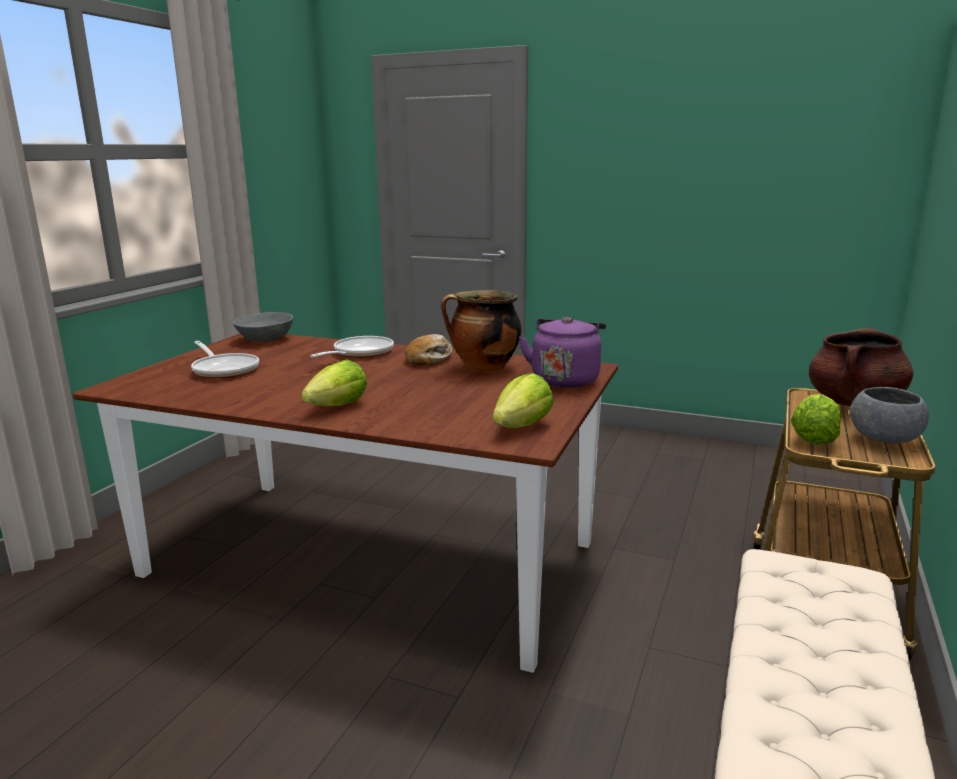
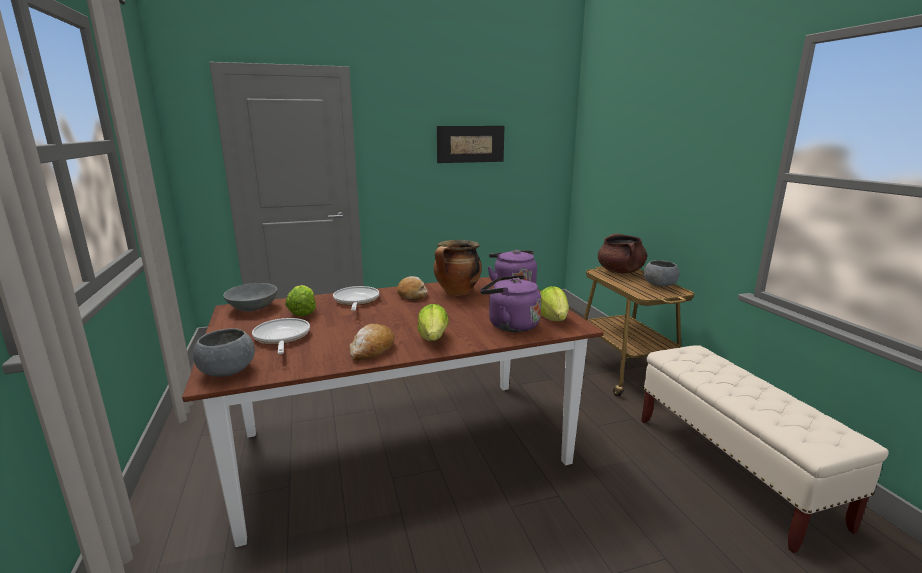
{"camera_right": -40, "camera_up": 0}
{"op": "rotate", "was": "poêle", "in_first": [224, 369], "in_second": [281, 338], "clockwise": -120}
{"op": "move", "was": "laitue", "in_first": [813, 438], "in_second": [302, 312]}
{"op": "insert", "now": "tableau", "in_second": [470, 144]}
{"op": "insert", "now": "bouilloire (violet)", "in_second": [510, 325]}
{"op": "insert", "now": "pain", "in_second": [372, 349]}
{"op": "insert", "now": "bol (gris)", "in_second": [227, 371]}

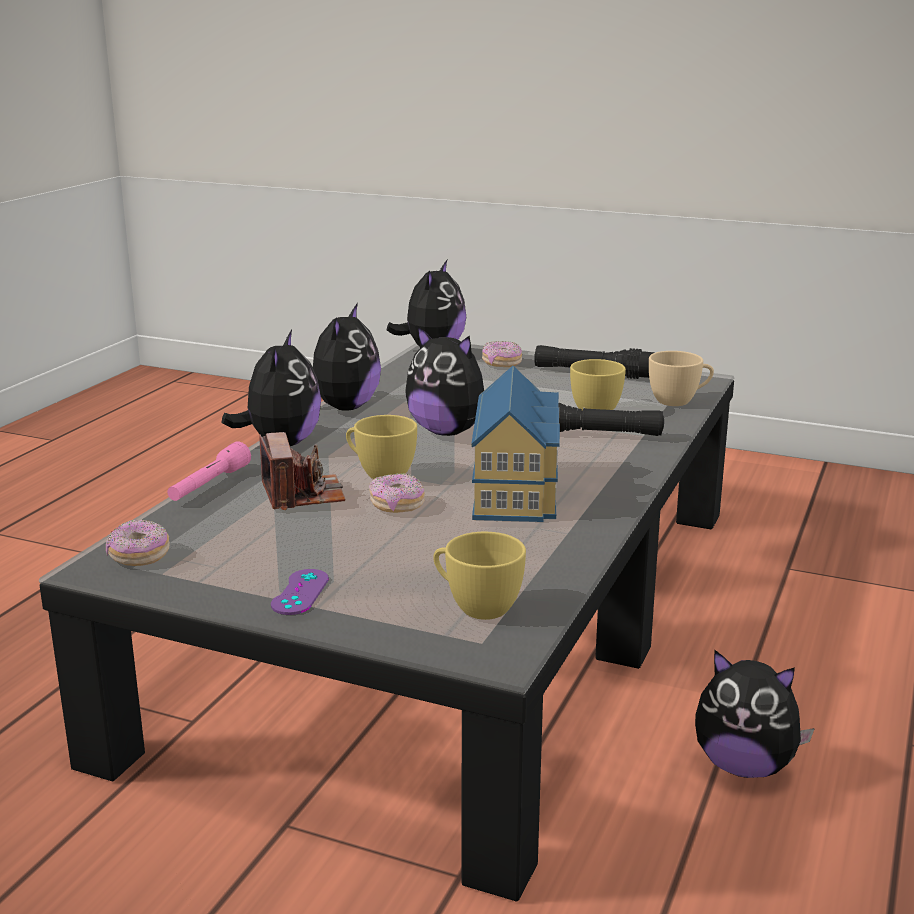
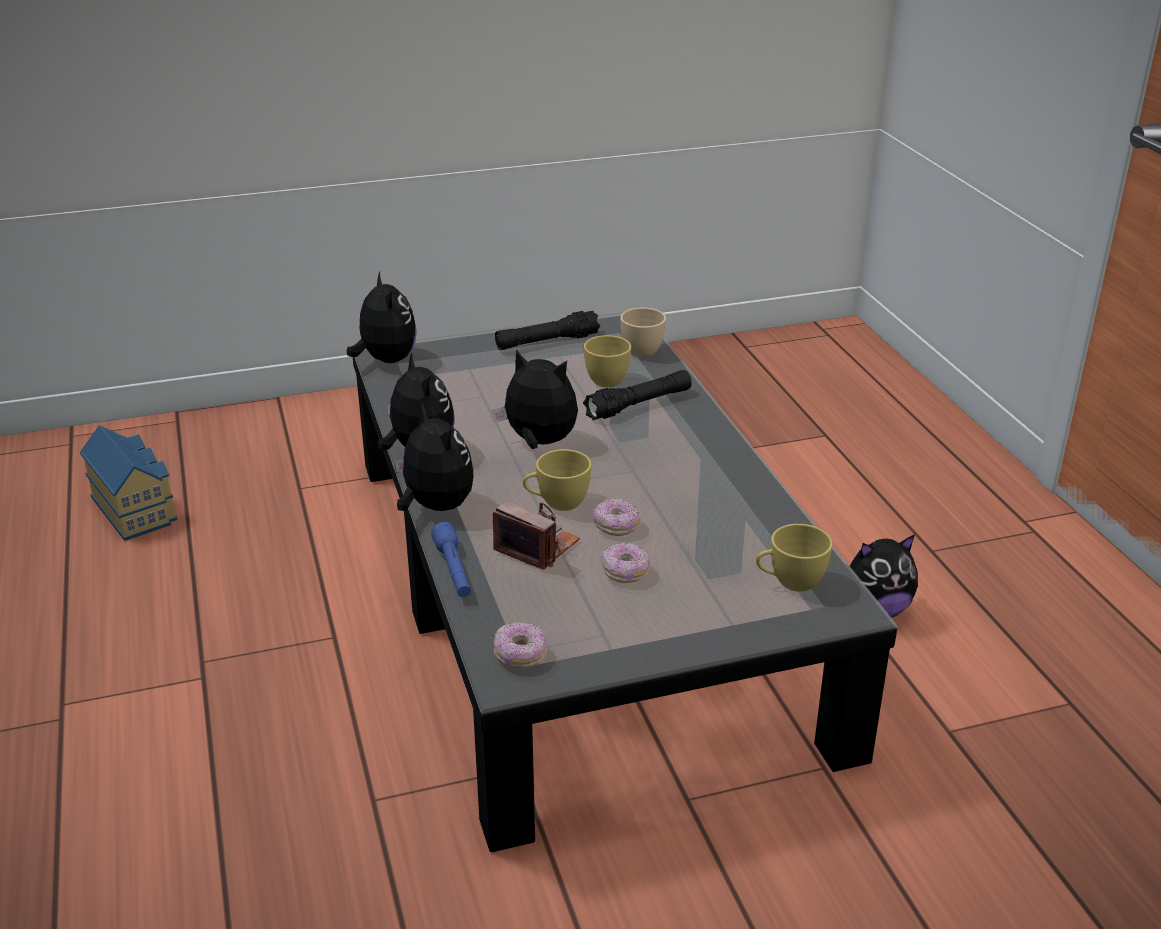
{"camera_right": -40, "camera_up": 10}
{"op": "rotate", "was": "peluche", "in_first": [448, 431], "in_second": [539, 442], "clockwise": -150}
{"op": "move", "was": "beignet", "in_first": [501, 363], "in_second": [625, 572]}
{"op": "move", "was": "maison miniature", "in_first": [518, 491], "in_second": [136, 508]}
{"op": "recolor", "was": "lampe de poche (rose)", "now": "lampe de poche (bleu)", "in_first": [209, 485], "in_second": [453, 571]}
{"op": "delete", "was": "manette (violet)", "in_first": [300, 592]}

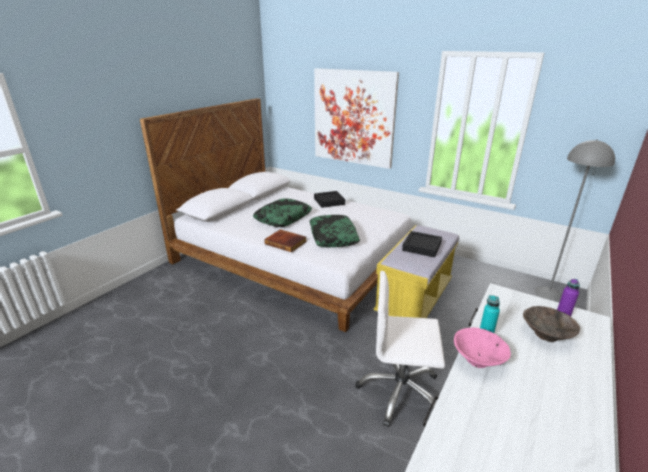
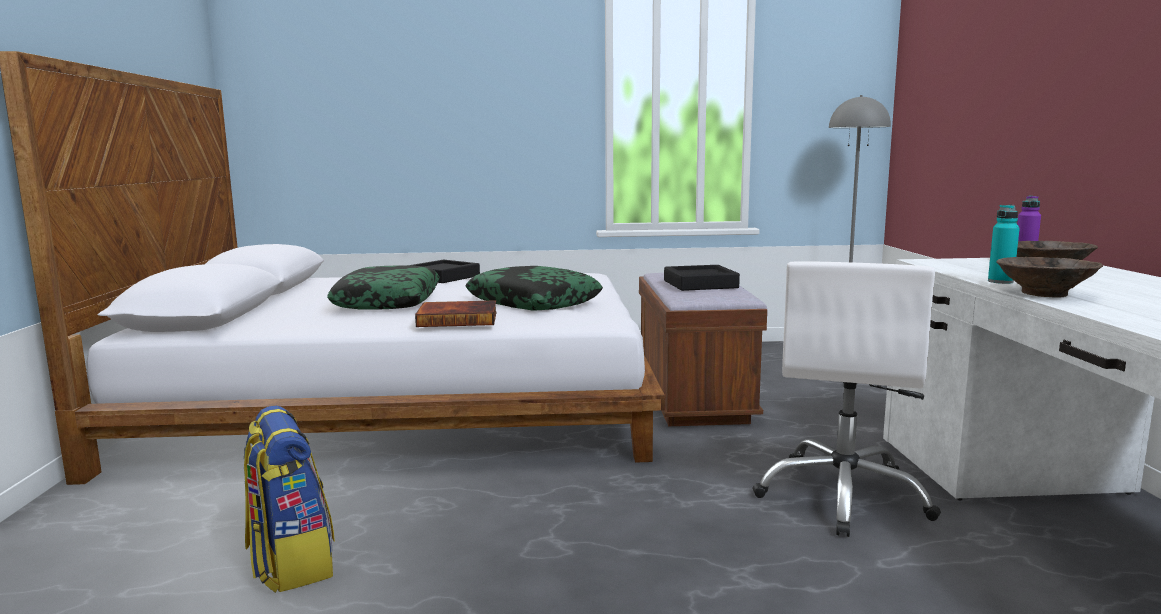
{"camera_right": -35, "camera_up": -15}
{"op": "delete", "was": "tableau", "in_first": [353, 117]}
{"op": "recolor", "was": "banc (jaune)", "now": "banc (marron)", "in_first": [414, 298], "in_second": [692, 396]}
{"op": "rotate", "was": "chaise de bureau (blanc)", "in_first": [400, 392], "in_second": [843, 495], "clockwise": -45}
{"op": "recolor", "was": "bol (rose)", "now": "bol (marron)", "in_first": [478, 360], "in_second": [1046, 294]}
{"op": "insert", "now": "sac à dos", "in_second": [290, 563]}

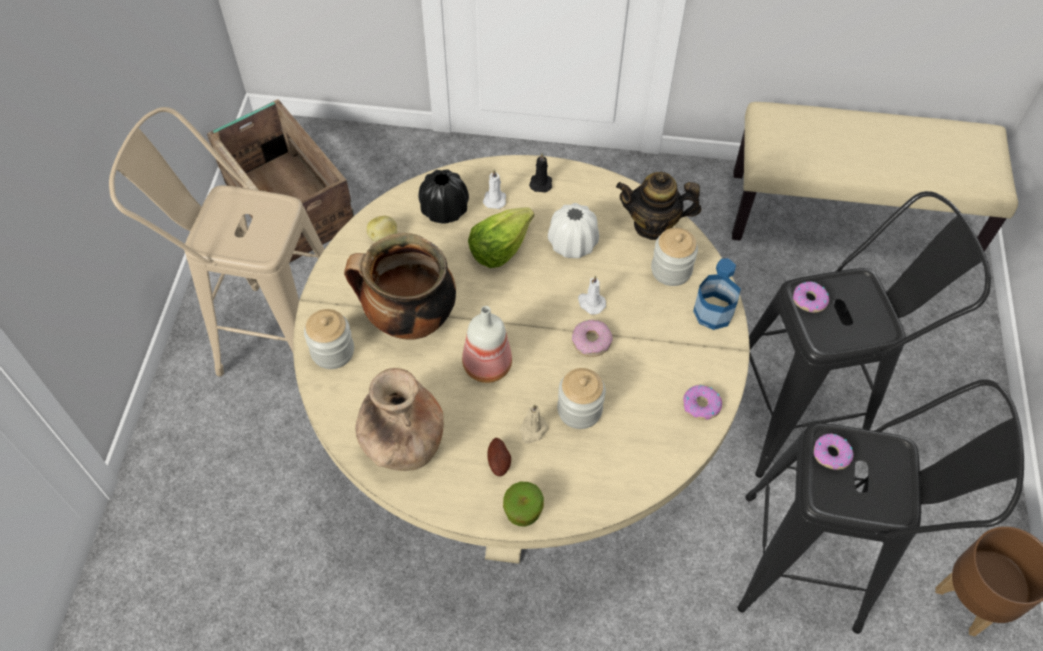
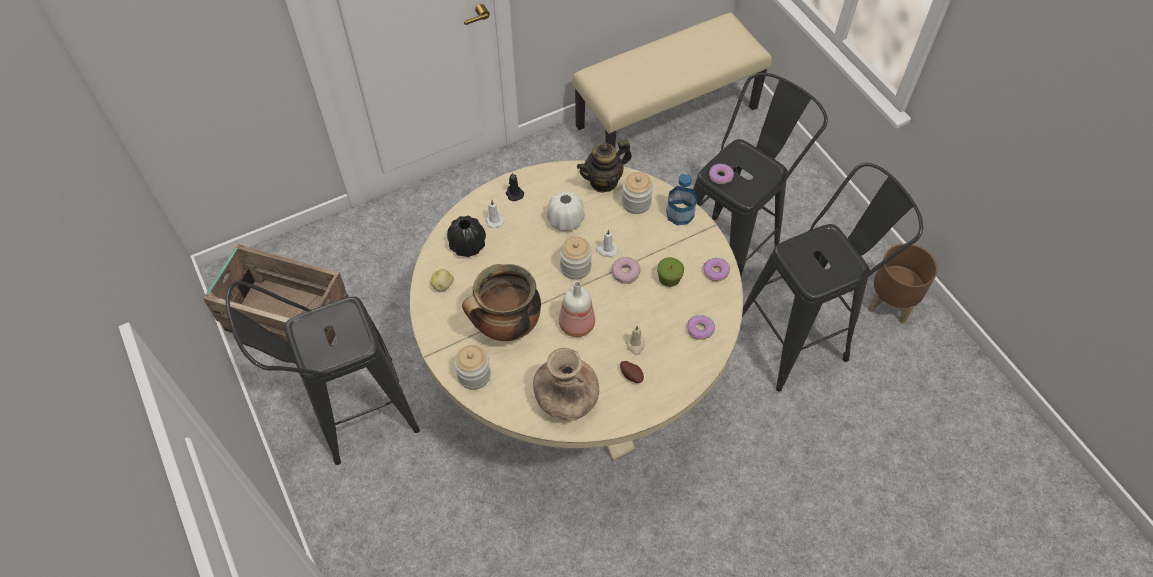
{"camera_right": -35, "camera_up": 0}
{"op": "recolor", "was": "tabouret (beige)", "now": "tabouret (noir)", "in_first": [269, 334], "in_second": [351, 414]}
{"op": "delete", "was": "laitue", "in_first": [499, 247]}
{"op": "move", "was": "bocal", "in_first": [579, 410], "in_second": [575, 267]}
{"op": "move", "was": "beignet", "in_first": [831, 454], "in_second": [700, 329]}
{"op": "move", "was": "pomme", "in_first": [523, 512], "in_second": [669, 279]}

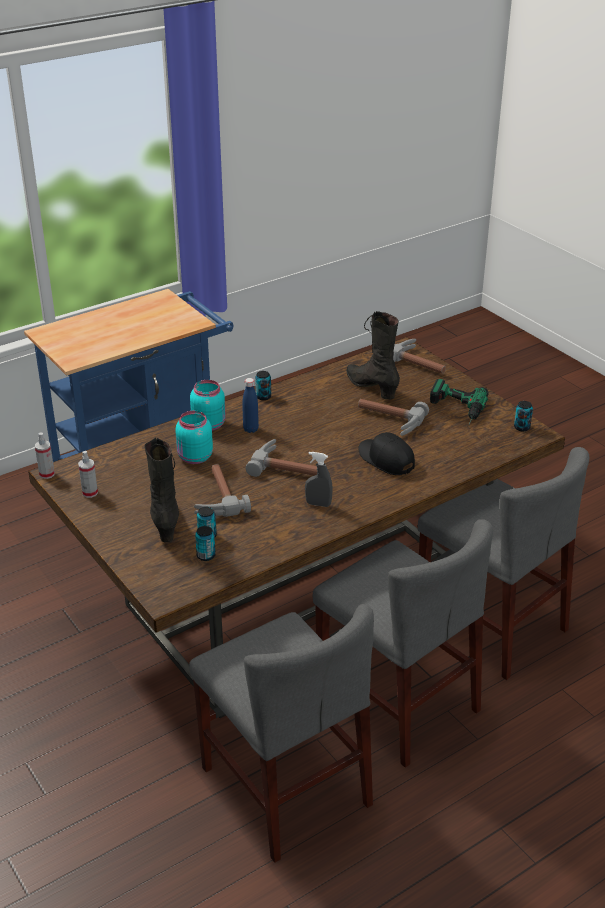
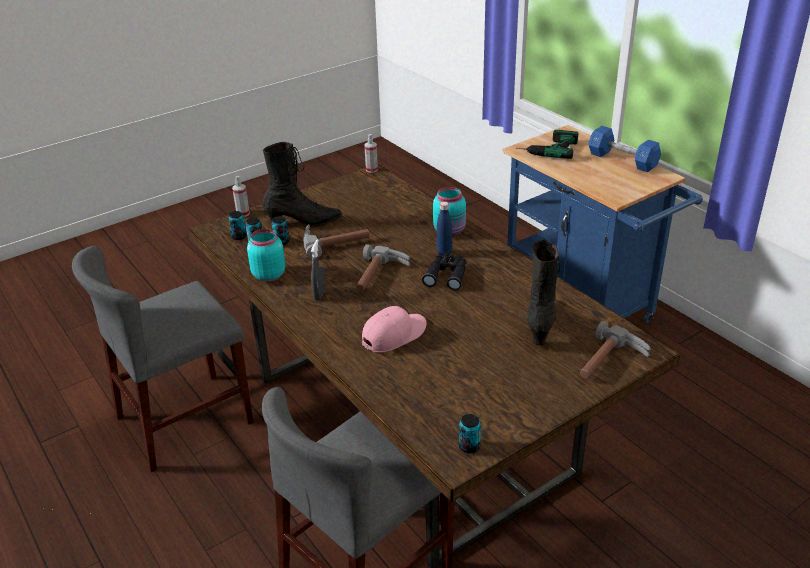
{"camera_right": 90, "camera_up": 0}
{"op": "rotate", "was": "botte (noir)", "in_first": [371, 387], "in_second": [541, 325], "clockwise": -45}
{"op": "move", "was": "boîte métallique", "in_first": [263, 396], "in_second": [239, 236]}
{"op": "move", "was": "perceuse", "in_first": [455, 409], "in_second": [547, 148]}
{"op": "delete", "was": "marteau", "in_first": [388, 421]}
{"op": "move", "was": "bocal (turquoise)", "in_first": [194, 458], "in_second": [268, 275]}
{"op": "recolor", "was": "casquette (noir)", "now": "casquette (rose)", "in_first": [386, 459], "in_second": [394, 335]}
{"op": "move", "was": "vaporisateur", "in_first": [90, 493], "in_second": [243, 213]}
{"op": "delete", "was": "chaise (gris)", "in_first": [397, 702]}
{"op": "insert", "now": "haltère (bleu)", "in_second": [622, 160]}
{"op": "insert", "now": "jumelles (noir)", "in_second": [447, 275]}

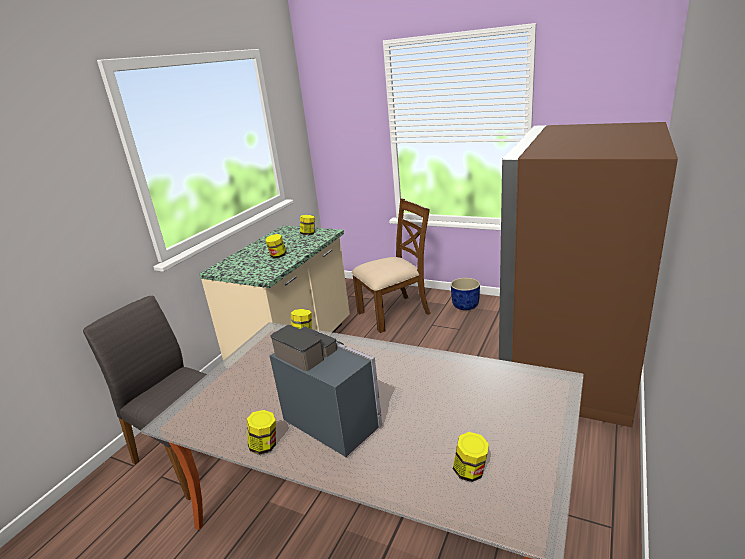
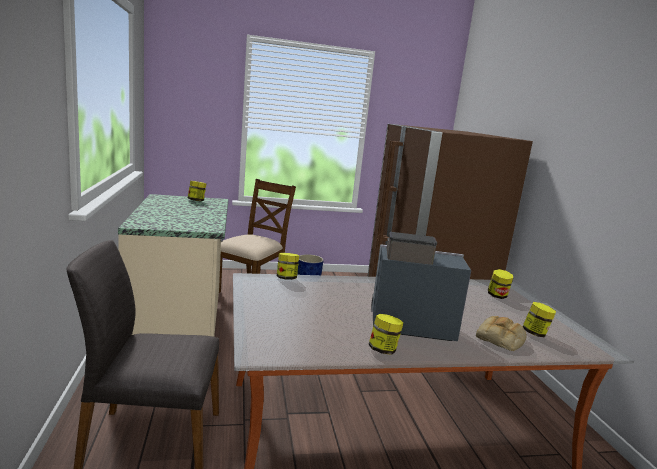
{"camera_right": -40, "camera_up": -10}
{"op": "move", "was": "bocal", "in_first": [277, 256], "in_second": [497, 296]}
{"op": "insert", "now": "pain", "in_second": [501, 339]}

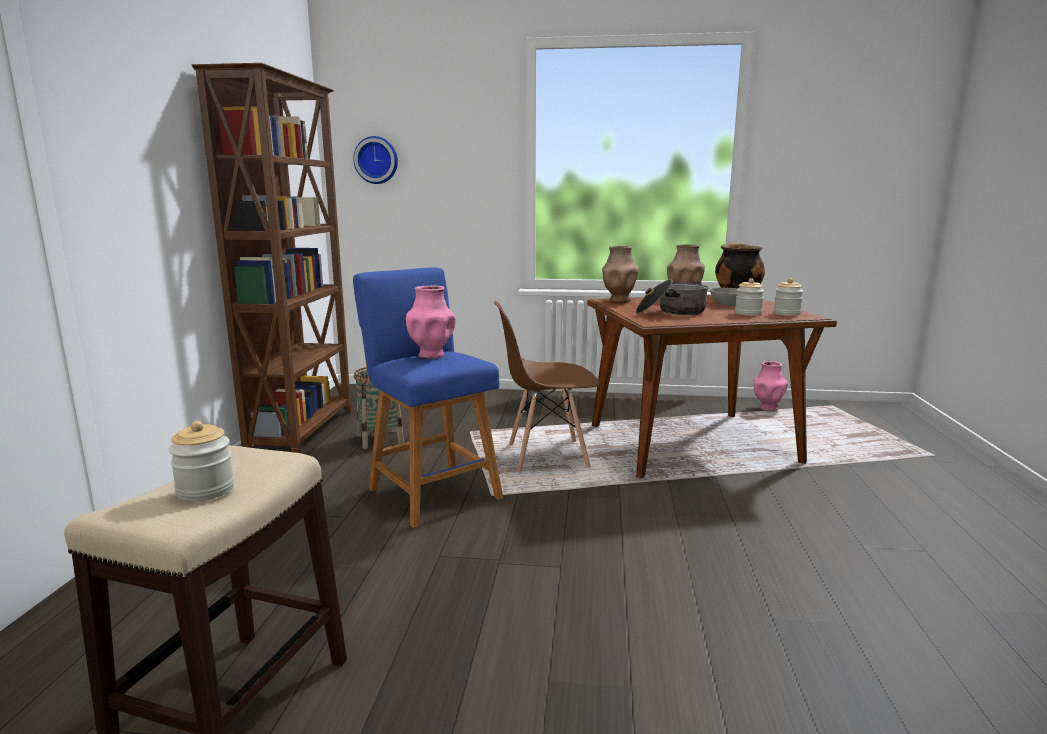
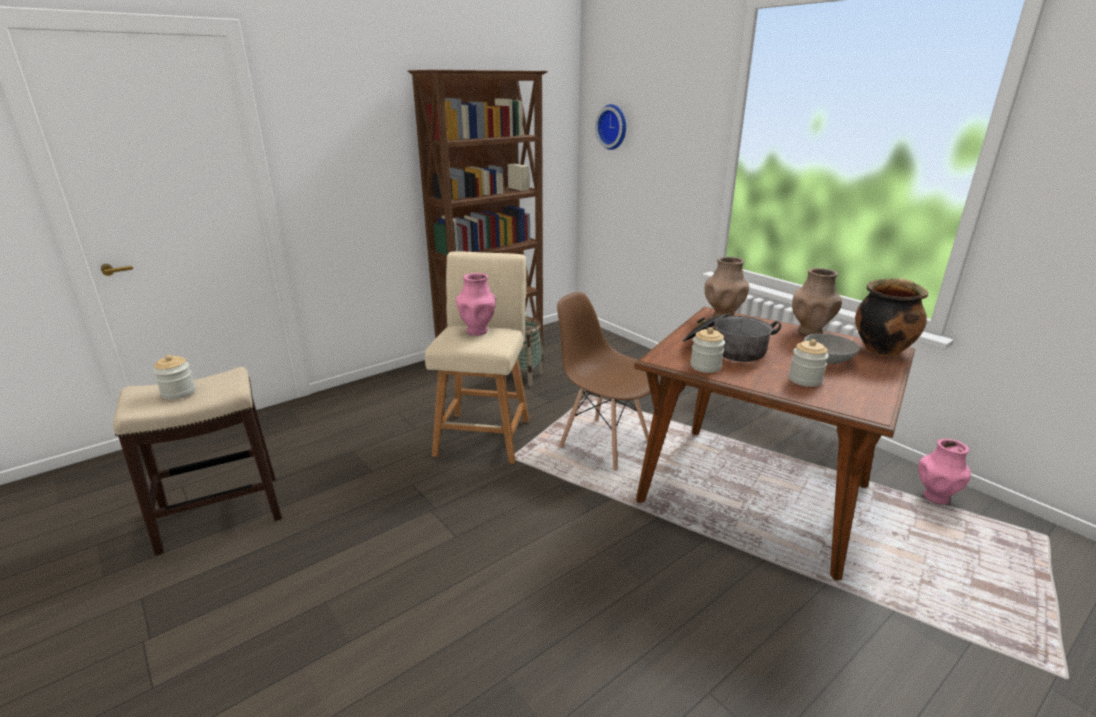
{"camera_right": 45, "camera_up": 10}
{"op": "recolor", "was": "tabouret (bleu)", "now": "tabouret (beige)", "in_first": [431, 491], "in_second": [484, 434]}
{"op": "move", "was": "bocal", "in_first": [786, 313], "in_second": [705, 366]}

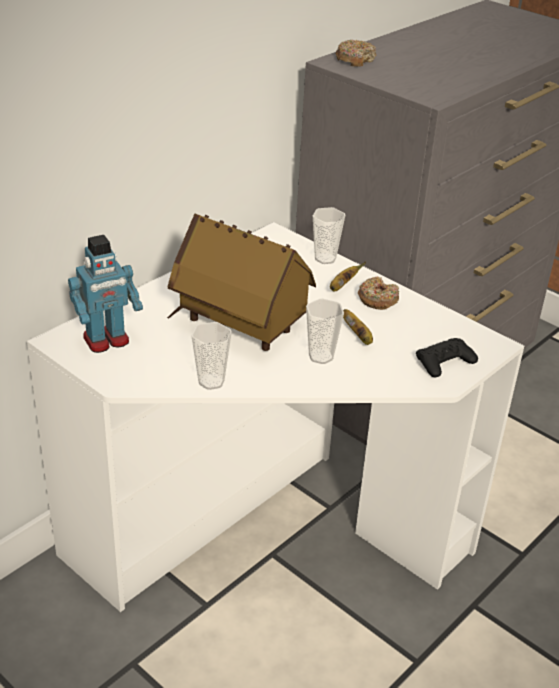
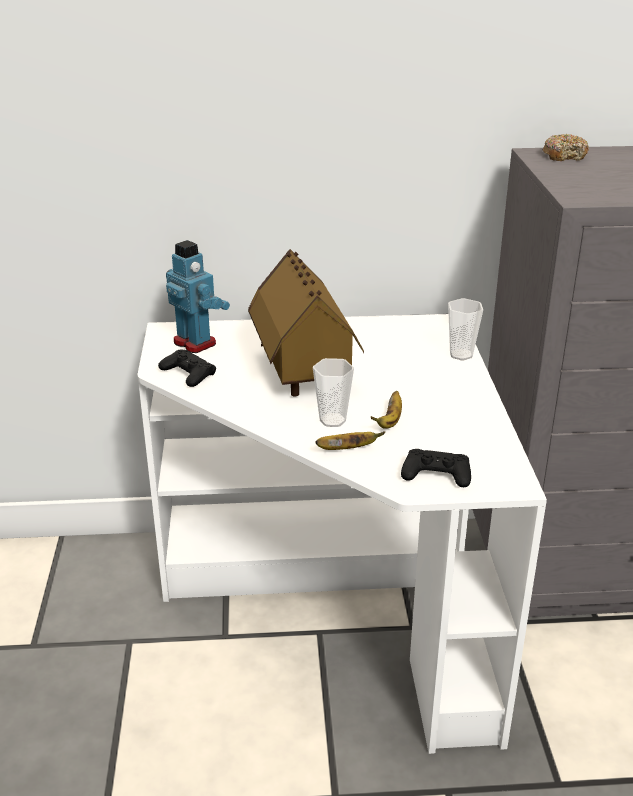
{"camera_right": 45, "camera_up": -5}
{"op": "rotate", "was": "robot jouet", "in_first": [106, 340], "in_second": [195, 343], "clockwise": -150}
{"op": "move", "was": "banane", "in_first": [342, 286], "in_second": [348, 449]}
{"op": "delete", "was": "beignet", "in_first": [377, 299]}
{"op": "delete", "was": "tasse", "in_first": [211, 382]}
{"op": "insert", "now": "manette (noir)", "in_second": [188, 373]}

